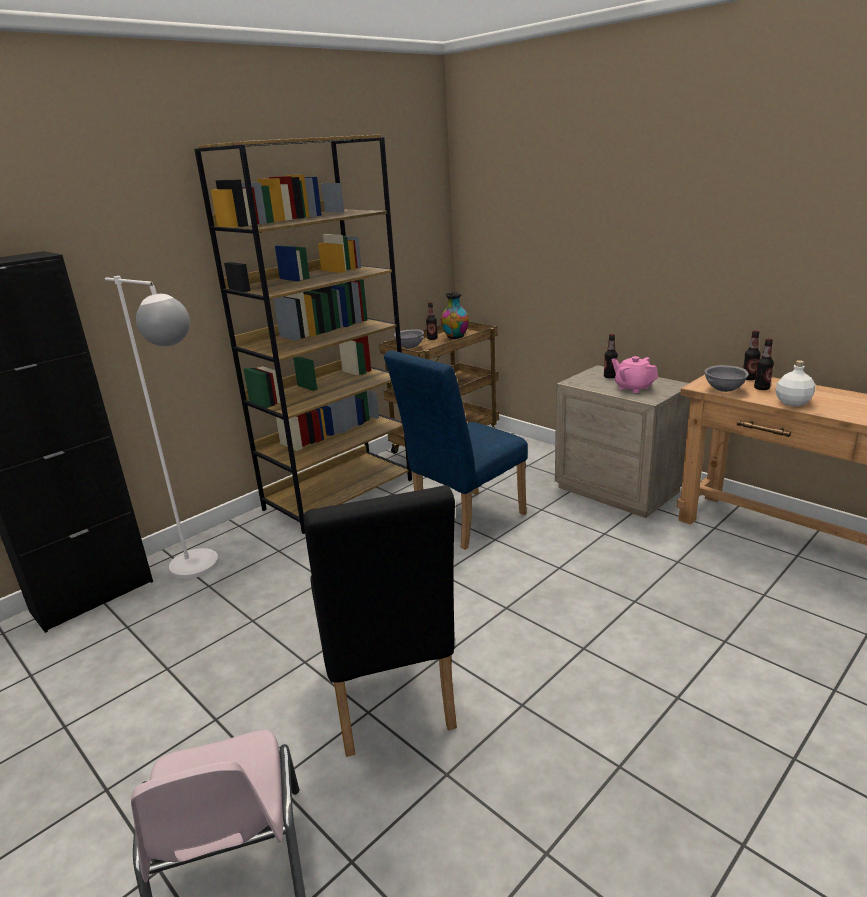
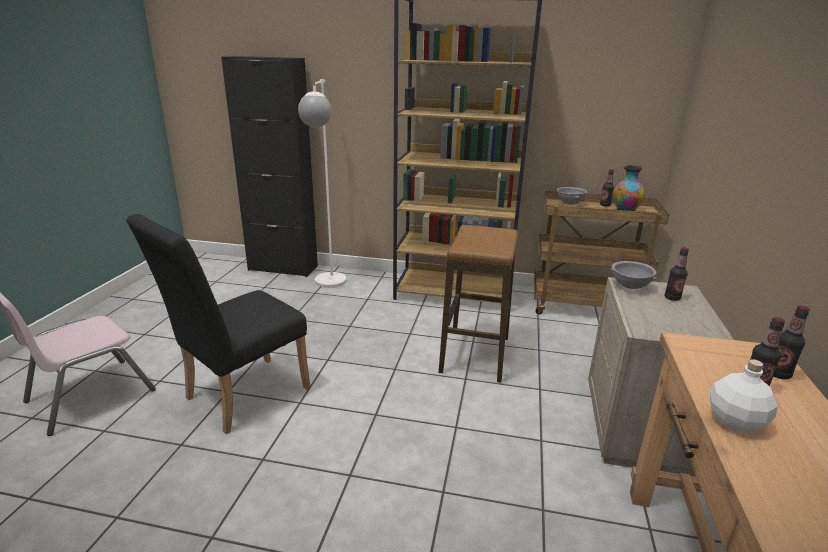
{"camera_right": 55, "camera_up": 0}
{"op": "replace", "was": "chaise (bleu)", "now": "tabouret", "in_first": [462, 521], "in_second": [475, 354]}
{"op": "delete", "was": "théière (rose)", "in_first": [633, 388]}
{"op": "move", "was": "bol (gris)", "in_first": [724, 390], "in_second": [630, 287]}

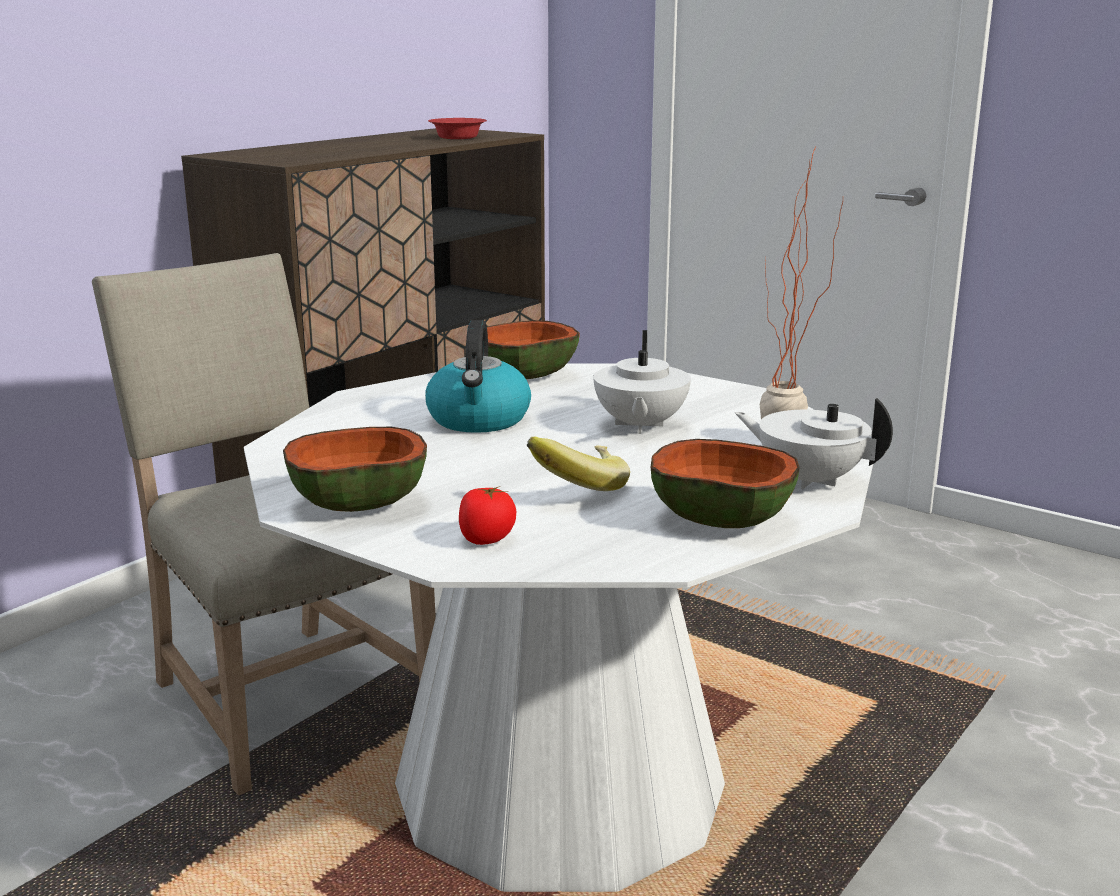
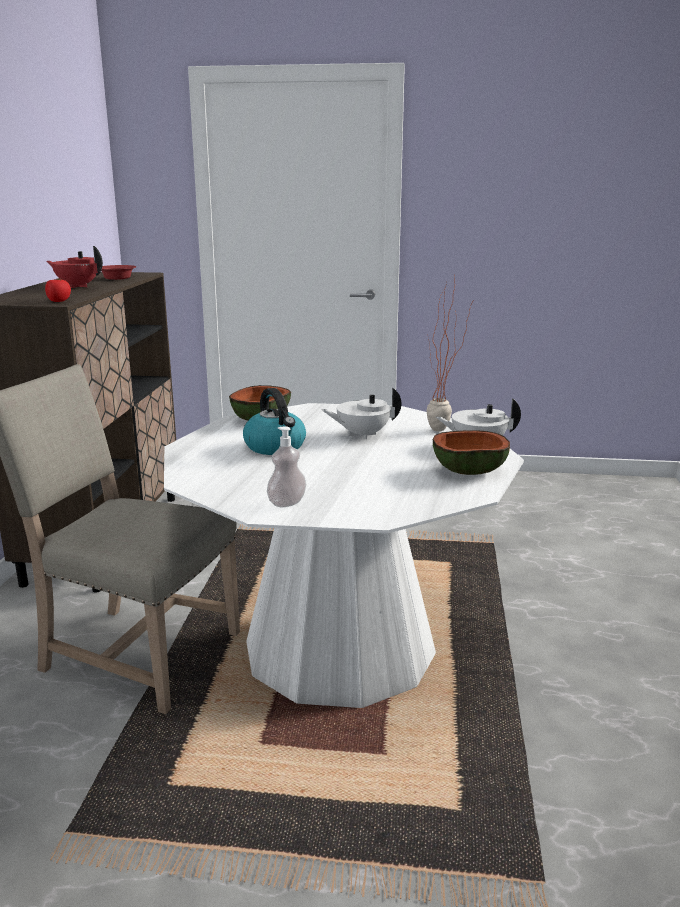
{"camera_right": -30, "camera_up": 0}
{"op": "rotate", "was": "théière (blanc)", "in_first": [639, 426], "in_second": [362, 435], "clockwise": 105}
{"op": "replace", "was": "bol", "now": "distributeur de savon", "in_first": [358, 504], "in_second": [287, 503]}
{"op": "delete", "was": "banane", "in_first": [577, 487]}
{"op": "move", "was": "tomate", "in_first": [486, 538], "in_second": [58, 301]}
{"op": "insert", "now": "théière (rouge)", "in_second": [78, 286]}

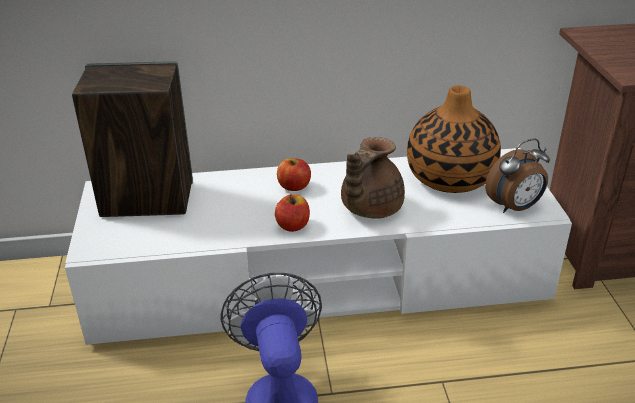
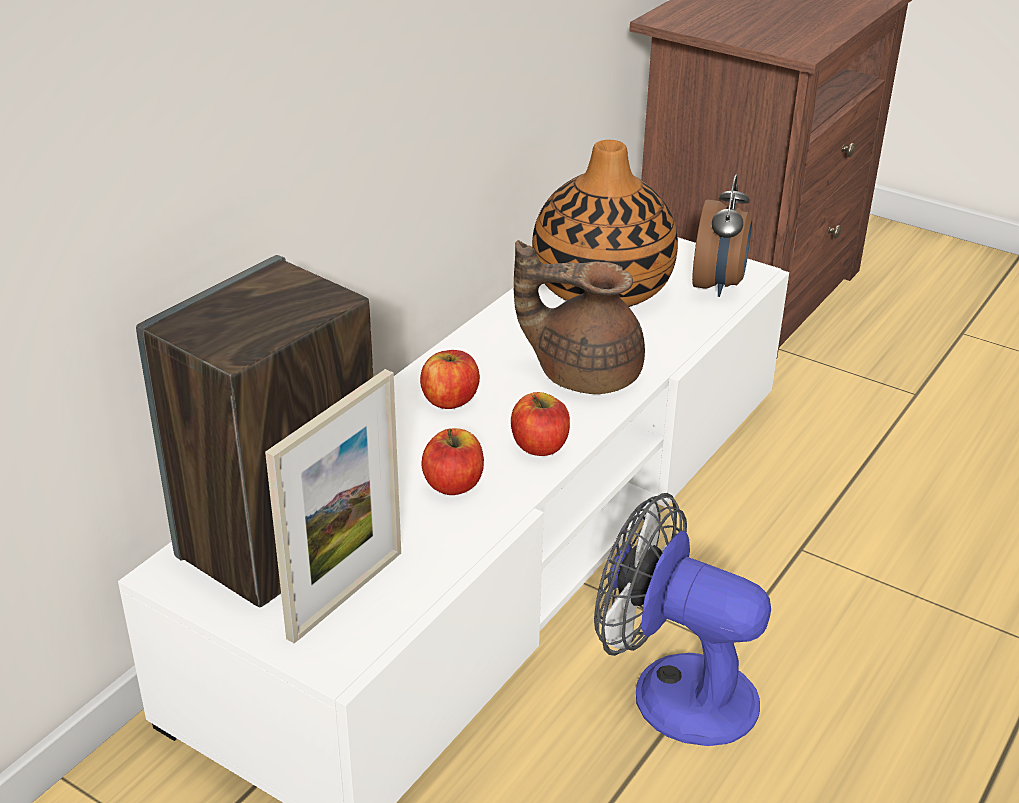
{"camera_right": -50, "camera_up": 0}
{"op": "rotate", "was": "théière (marron)", "in_first": [369, 208], "in_second": [583, 372], "clockwise": 120}
{"op": "insert", "now": "cadre photo", "in_second": [346, 594]}
{"op": "insert", "now": "pomme", "in_second": [453, 484]}

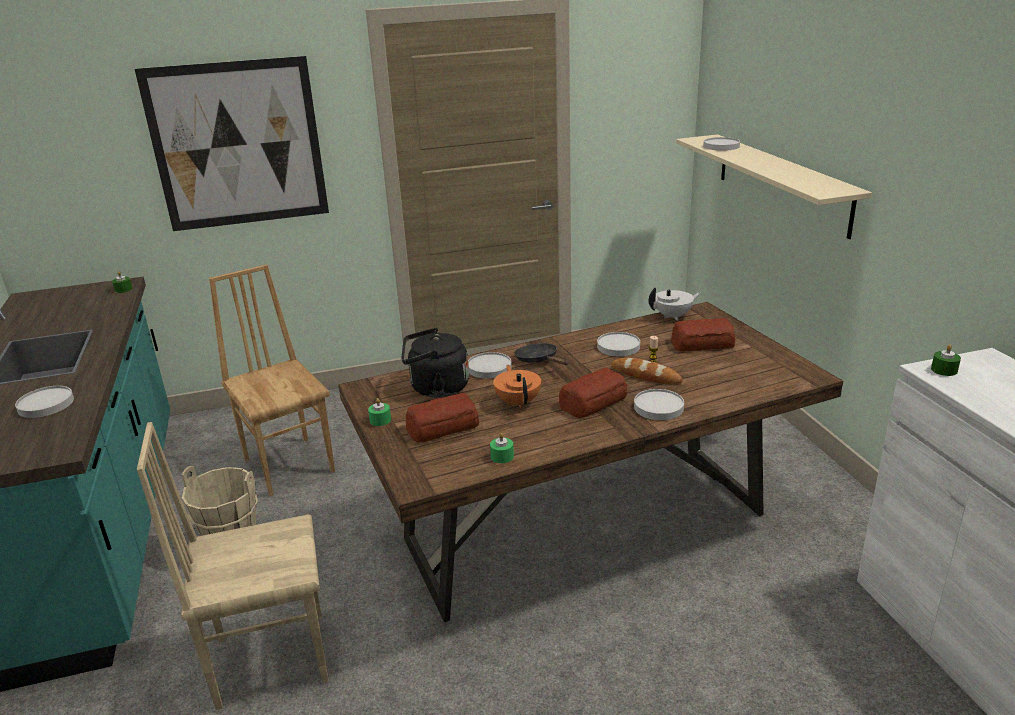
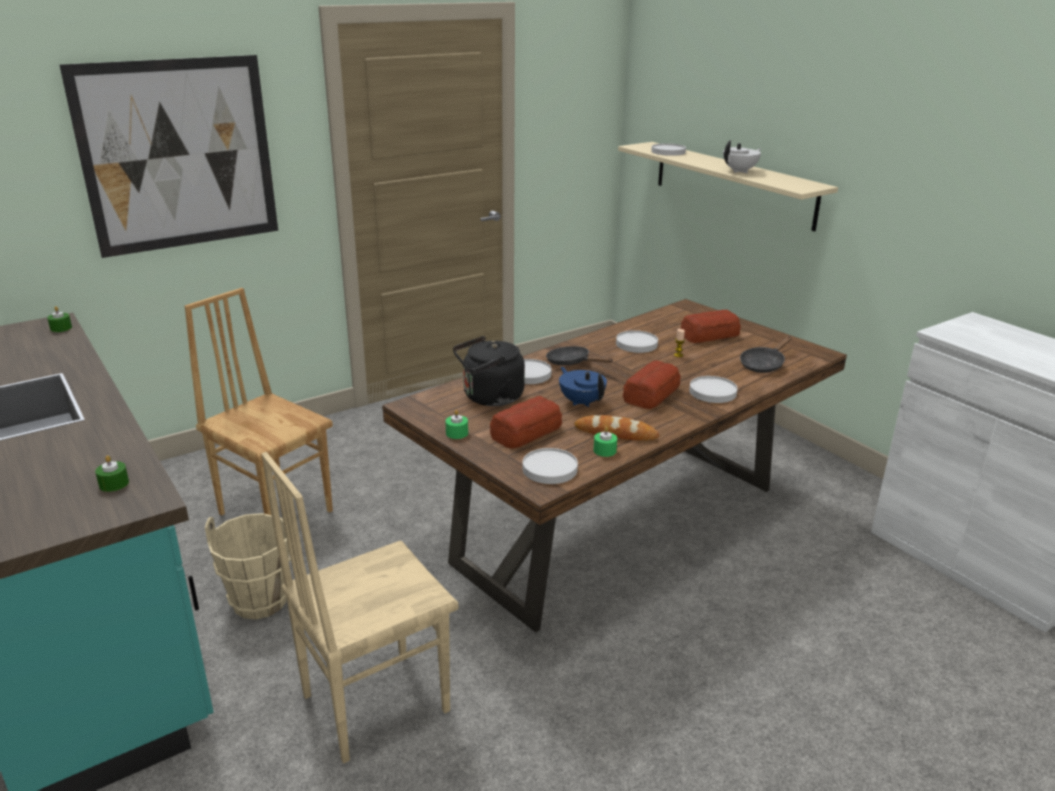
{"camera_right": -20, "camera_up": 0}
{"op": "move", "was": "théière (blanc)", "in_first": [673, 316], "in_second": [740, 171]}
{"op": "move", "was": "bougie (vert)", "in_first": [944, 370], "in_second": [114, 484]}
{"op": "move", "was": "pain", "in_first": [646, 375], "in_second": [616, 433]}
{"op": "recolor", "was": "théière (orange)", "now": "théière (bleu)", "in_first": [518, 402], "in_second": [581, 402]}
{"op": "move", "was": "assiette (blanc)", "in_first": [46, 404], "in_second": [550, 469]}
{"op": "insert", "now": "poêle (noir)", "in_second": [764, 364]}

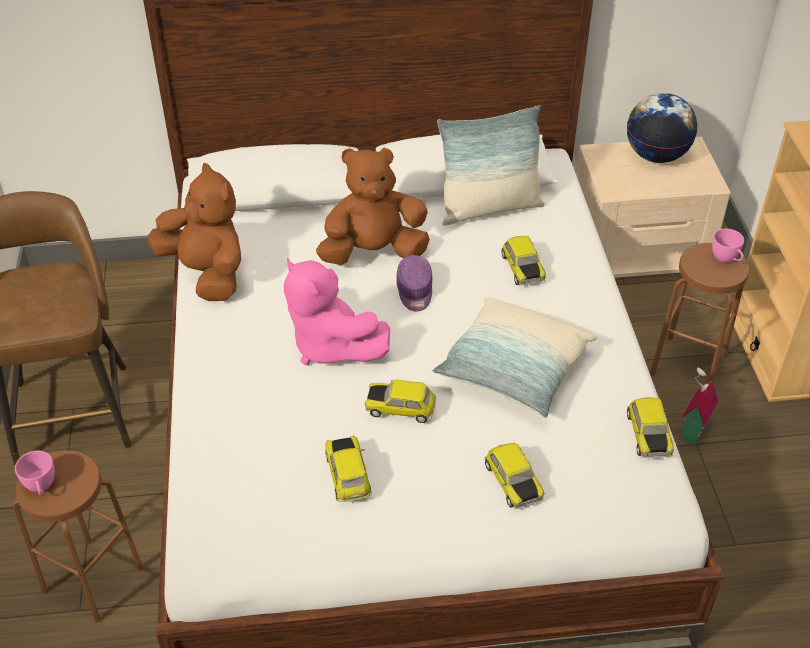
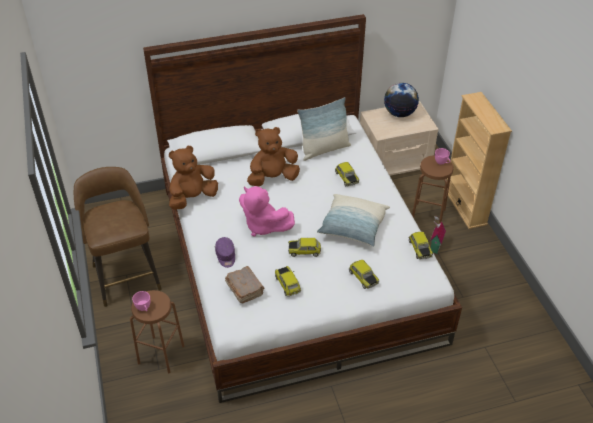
{"camera_right": -10, "camera_up": 0}
{"op": "rotate", "was": "peluche (marron)", "in_first": [206, 273], "in_second": [192, 198], "clockwise": -75}
{"op": "move", "was": "casquette (violet)", "in_first": [415, 291], "in_second": [226, 256]}
{"op": "insert", "now": "livre (marron)", "in_second": [244, 289]}

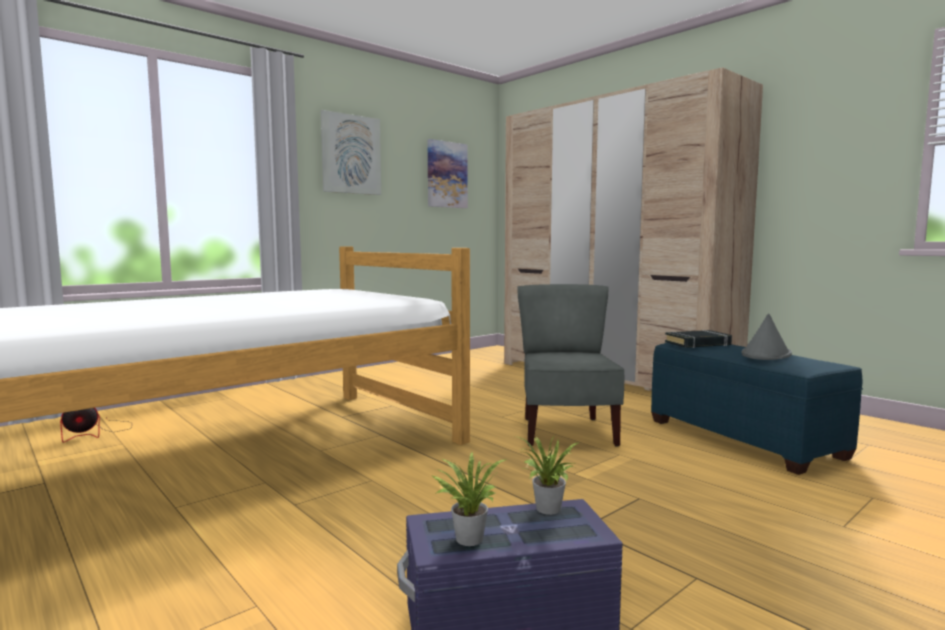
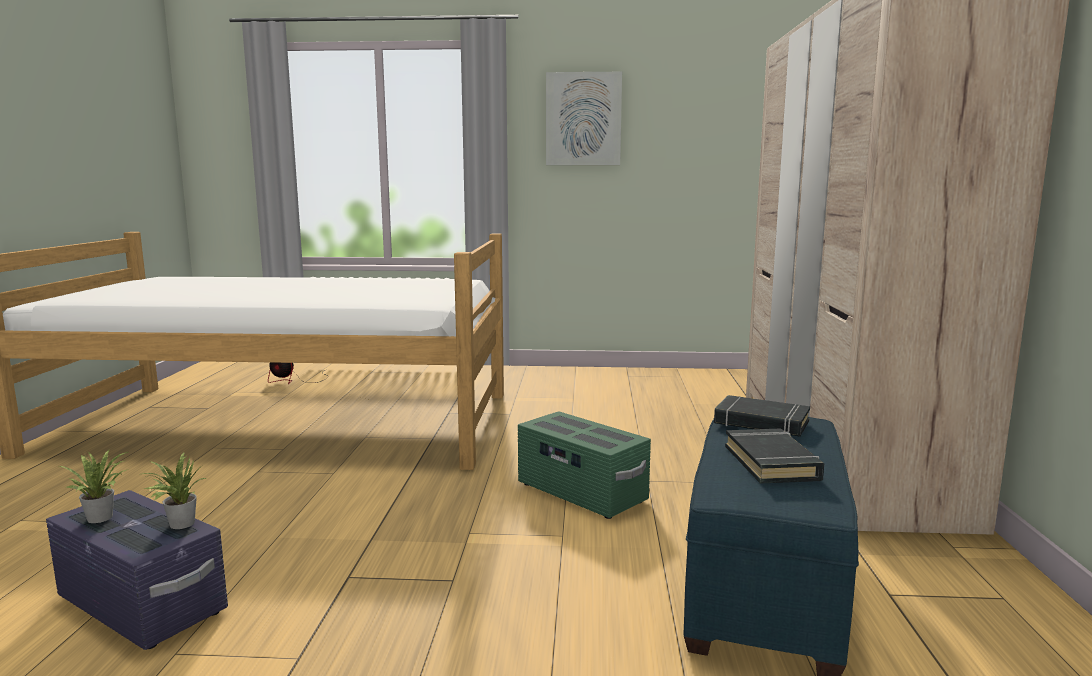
{"camera_right": 45, "camera_up": 5}
{"op": "delete", "was": "tableau", "in_first": [446, 175]}
{"op": "replace", "was": "chaise (gris)", "now": "boîte de rangement (vert)", "in_first": [566, 432], "in_second": [581, 493]}
{"op": "replace", "was": "chapeau (gris)", "now": "livre (noir)", "in_first": [766, 355], "in_second": [772, 463]}

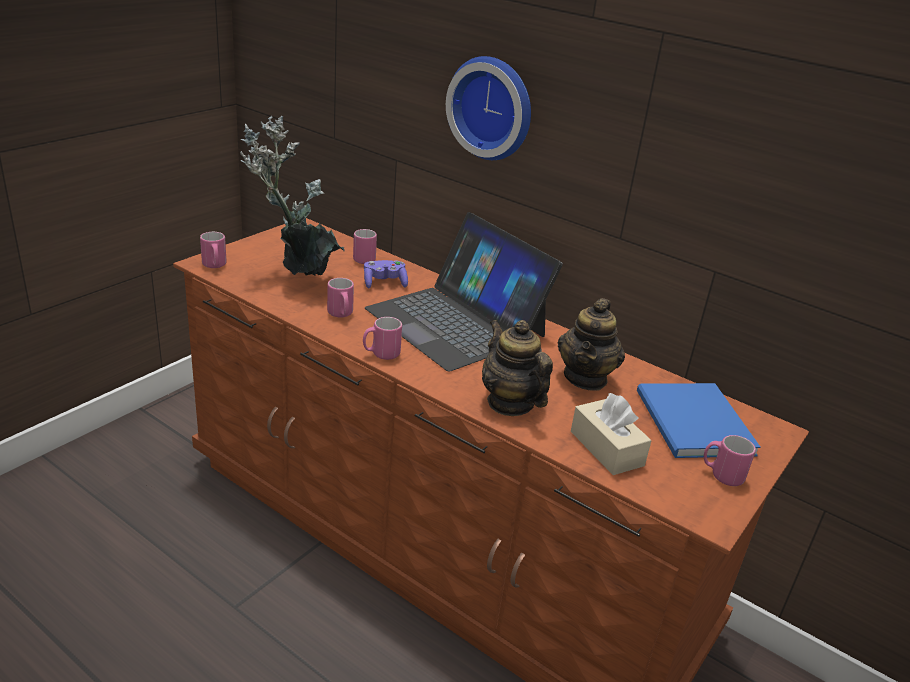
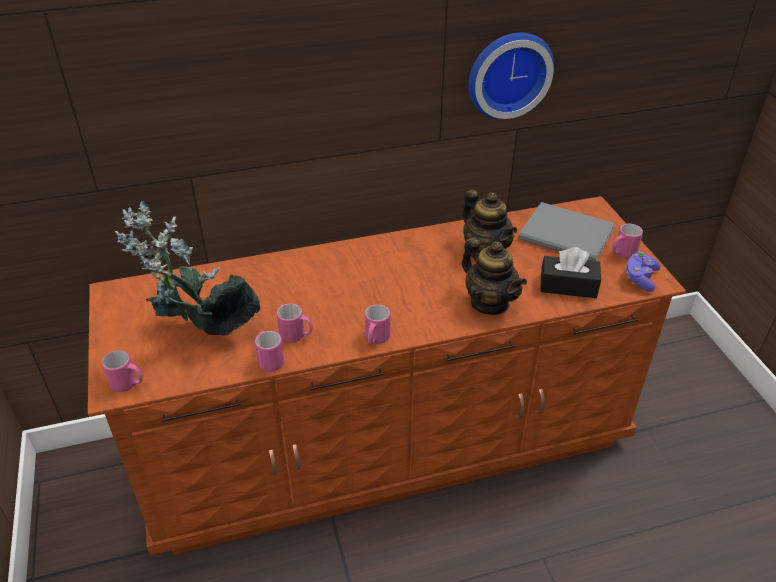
{"camera_right": -50, "camera_up": 10}
{"op": "move", "was": "horloge murale", "in_first": [493, 107], "in_second": [508, 73]}
{"op": "delete", "was": "ordinateur portable", "in_first": [456, 322]}
{"op": "move", "was": "mug (rose)", "in_first": [366, 258], "in_second": [269, 360]}
{"op": "move", "was": "manette (violet)", "in_first": [384, 283], "in_second": [640, 278]}
{"op": "rotate", "was": "théière", "in_first": [510, 403], "in_second": [489, 303], "clockwise": -135}
{"op": "recolor", "was": "livre (bleu)", "now": "livre (gris)", "in_first": [692, 425], "in_second": [568, 236]}
{"op": "recolor", "was": "boîte à mouchoirs (beige)", "now": "boîte à mouchoirs (noir)", "in_first": [606, 448], "in_second": [568, 286]}

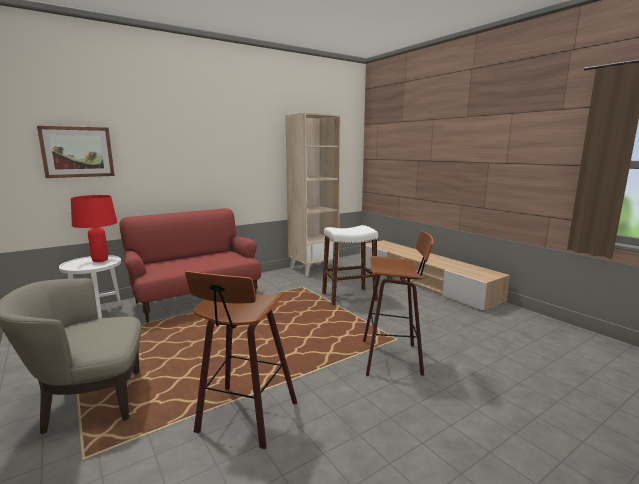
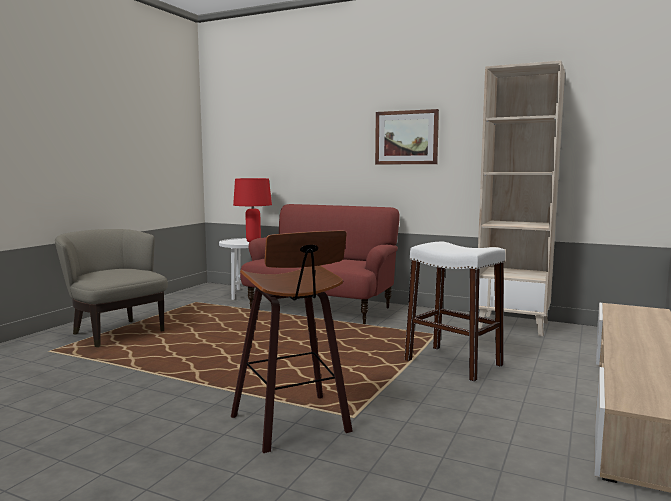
{"camera_right": 60, "camera_up": -5}
{"op": "move", "was": "tableau", "in_first": [77, 152], "in_second": [406, 137]}
{"op": "delete", "was": "tabouret", "in_first": [244, 418]}

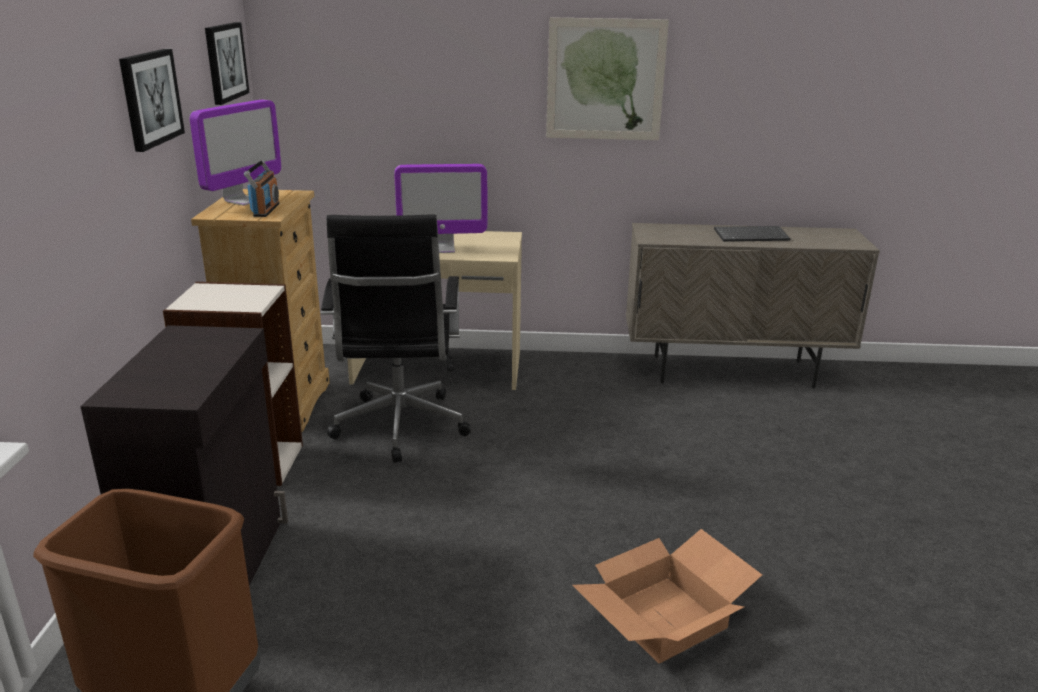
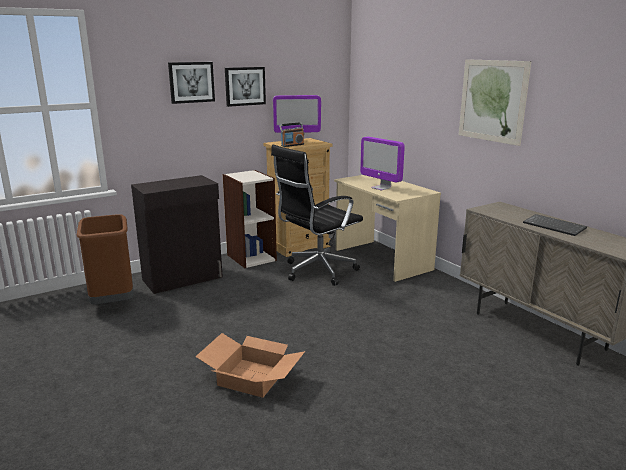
{"camera_right": 55, "camera_up": -5}
{"op": "move", "was": "tableau", "in_first": [225, 62], "in_second": [191, 82]}

